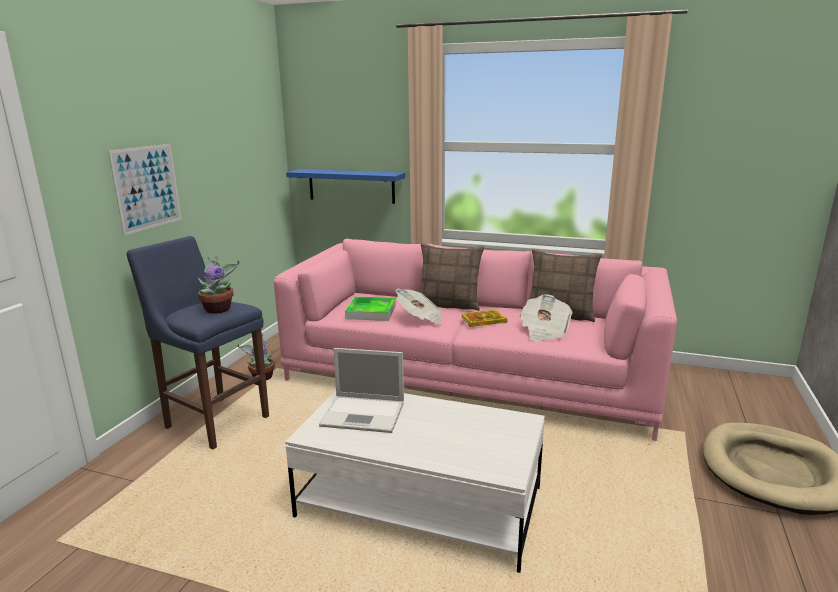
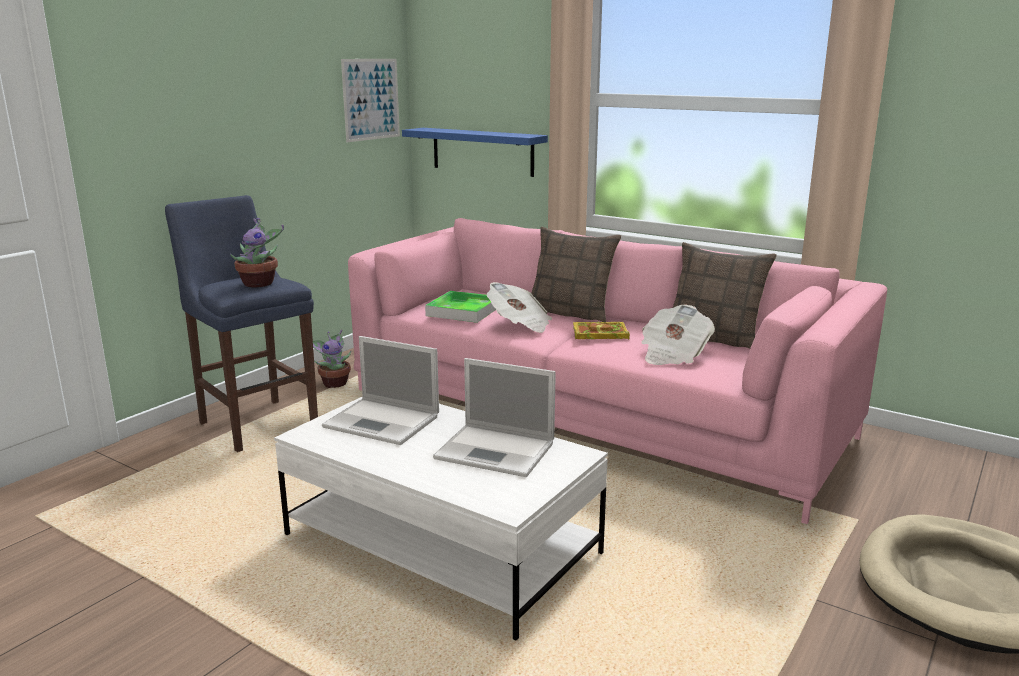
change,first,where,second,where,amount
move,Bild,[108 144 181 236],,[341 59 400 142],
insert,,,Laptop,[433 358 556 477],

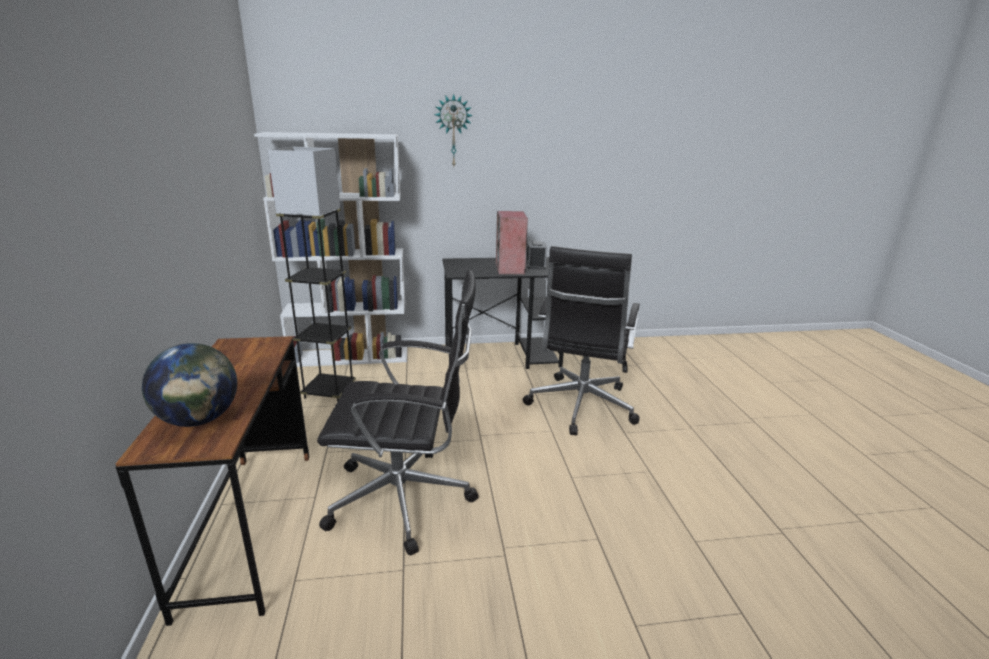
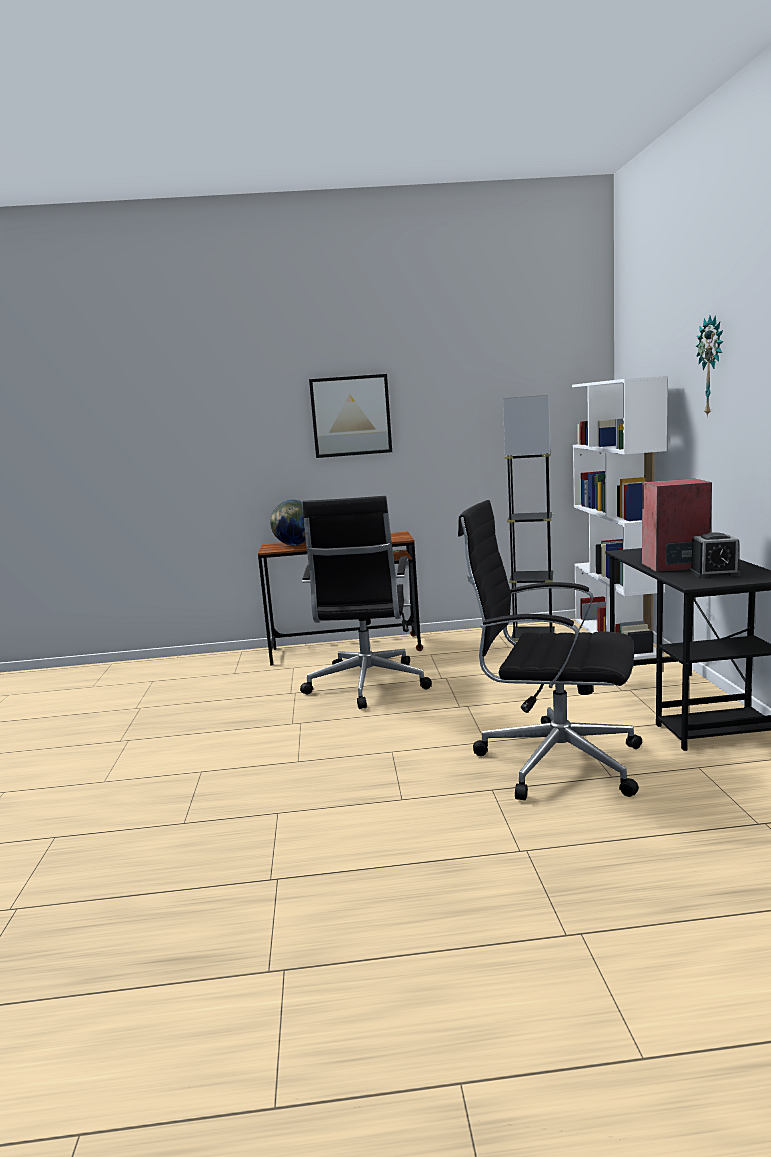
change,first,where,second,where,amount
insert,,,Bild,[309 374 392 458],

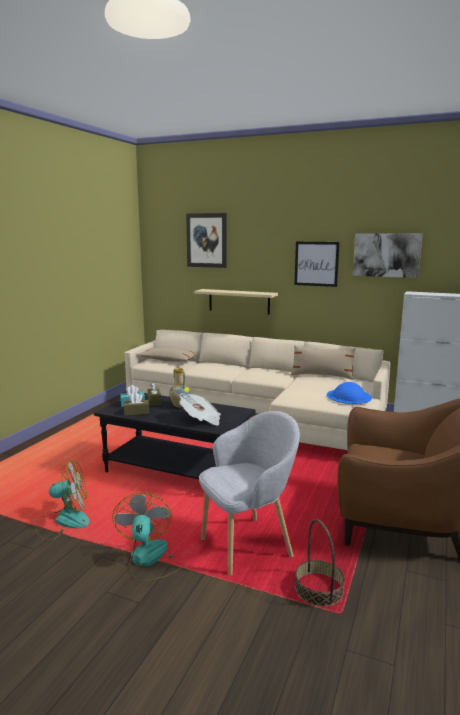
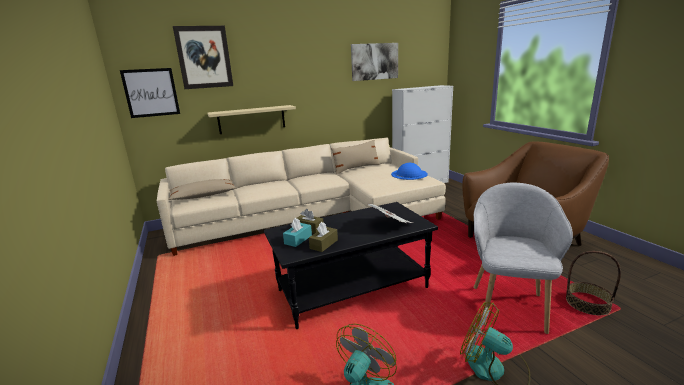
change,first,where,second,where,amount
move,Bild,[294 242 340 287],,[120 68 180 118],
delete,Vase,[169 368 190 407],,,

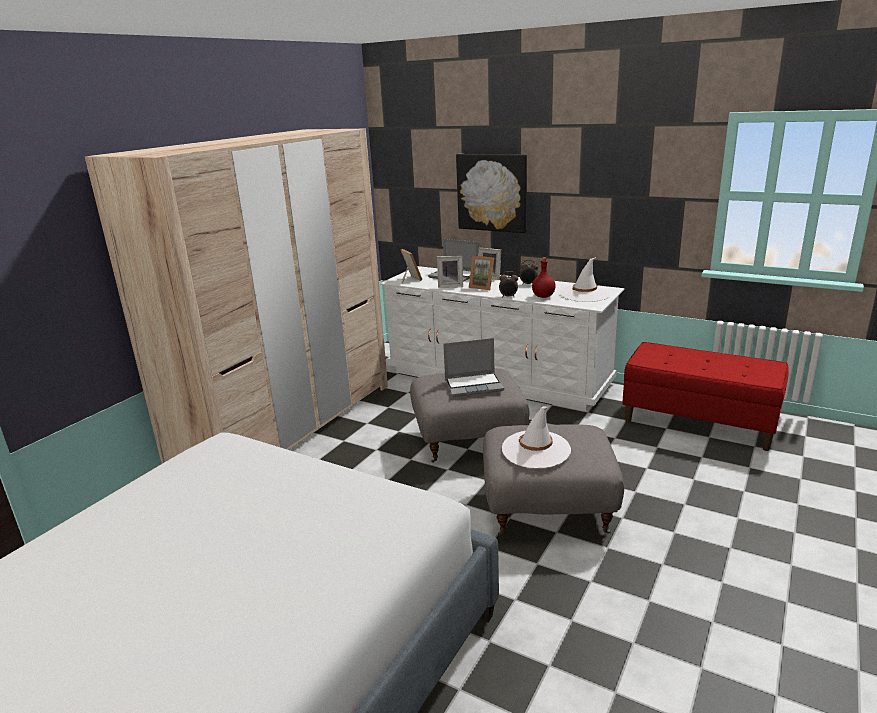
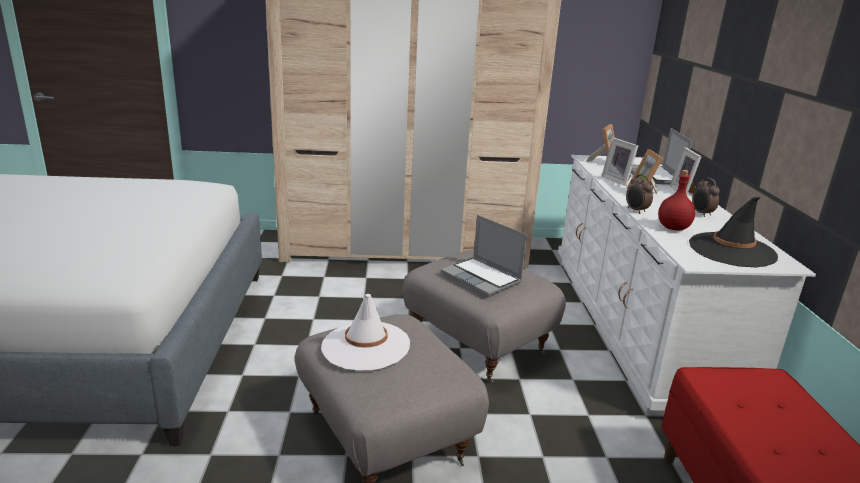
change,first,where,second,where,amount
delete,Bild,[456 154 527 233],,,
recolor,Hut [weiß],[560 257 611 302],Hut [schwarz],[689 197 778 267],

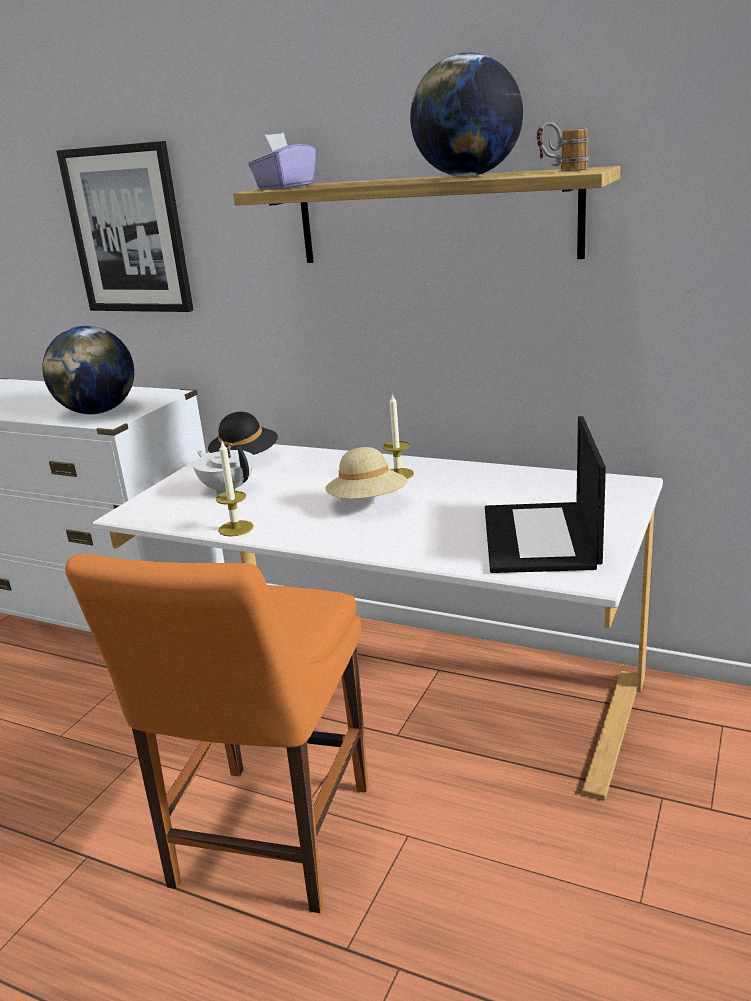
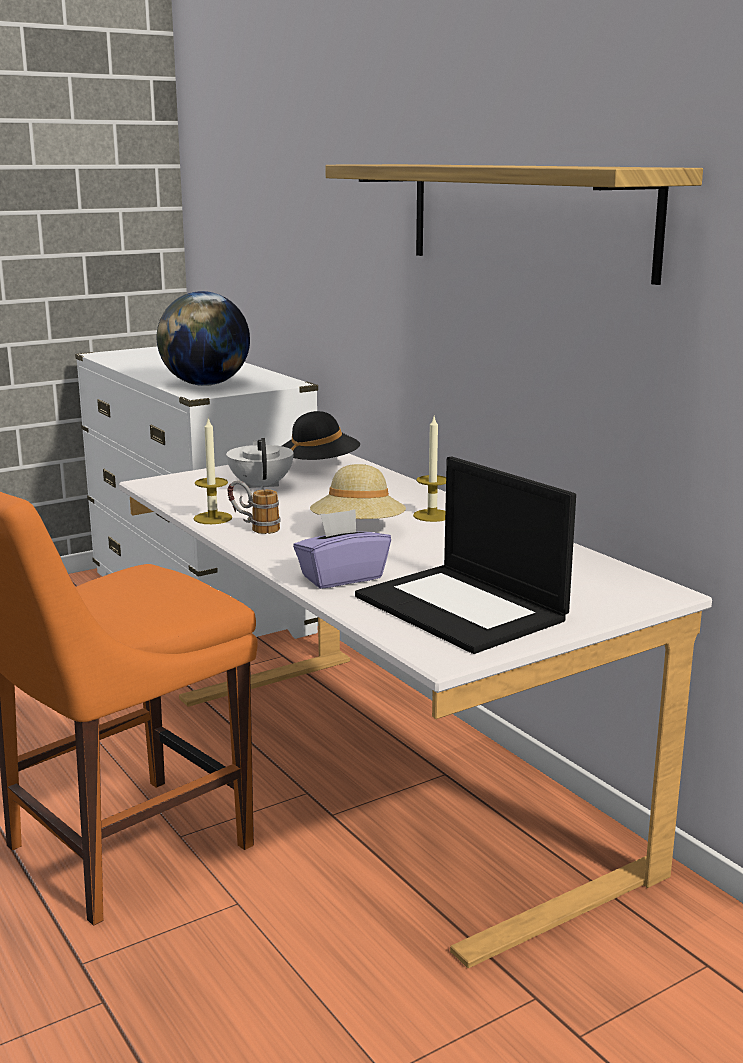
change,first,where,second,where,amount
delete,Globus,[410 53 523 177],,,
move,Henkelbecher,[537 121 589 171],,[227 480 280 534],
move,Taschentuchbox [lila],[248 133 316 189],,[293 509 391 589],
delete,Bild,[56 141 193 312],,,
rotate,Laptop,[485 416 606 573],,[355 456 576 654],75 degrees counterclockwise

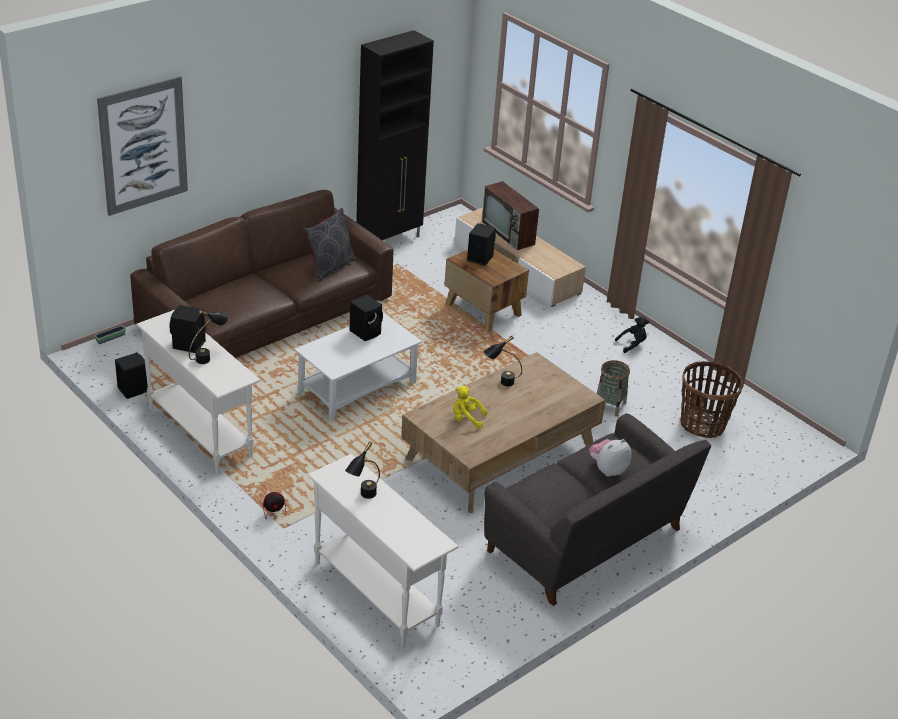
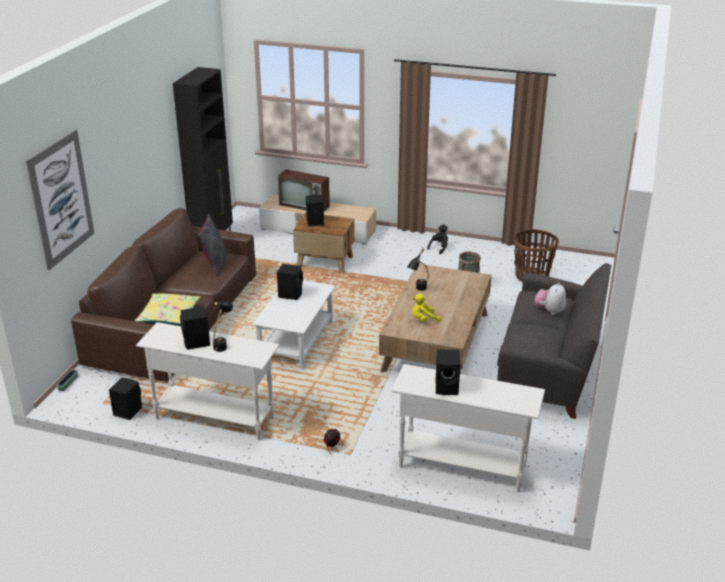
change,first,where,second,where,amount
replace,Tischlampe [schwarz],[345 441 380 499],Lautsprecher [schwarz],[436 349 460 395],
insert,,,Kissen [gelb],[135 293 201 325],

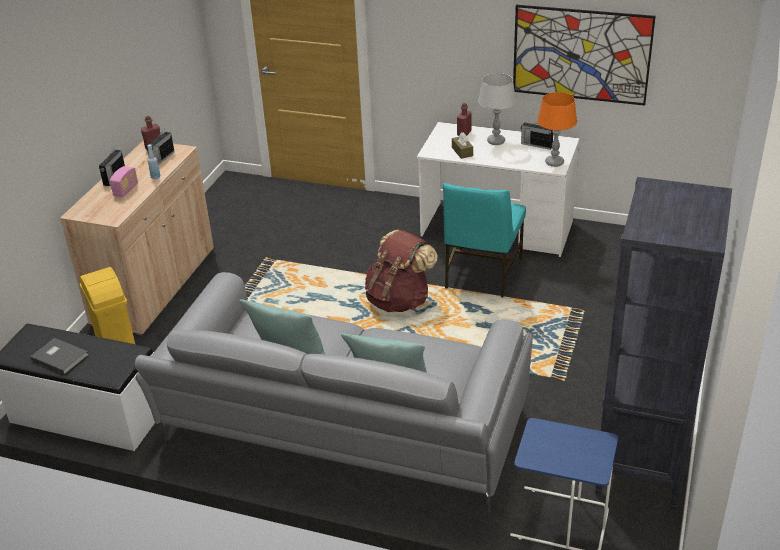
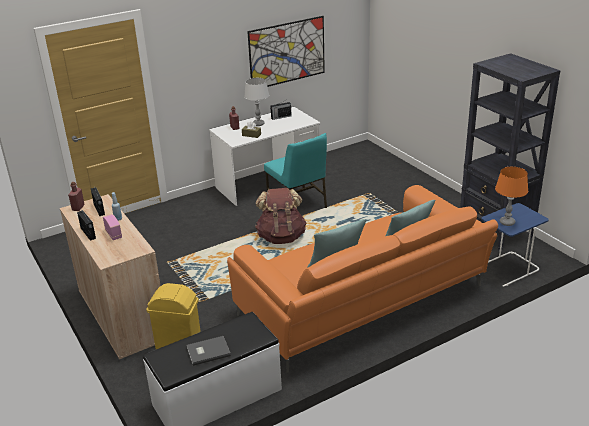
change,first,where,second,where,amount
move,Tischlampe [orange],[537 92 577 167],,[495 167 528 226],
recolor,Sofa [grau],[135 272 533 513],Sofa [orange],[227 185 498 373],

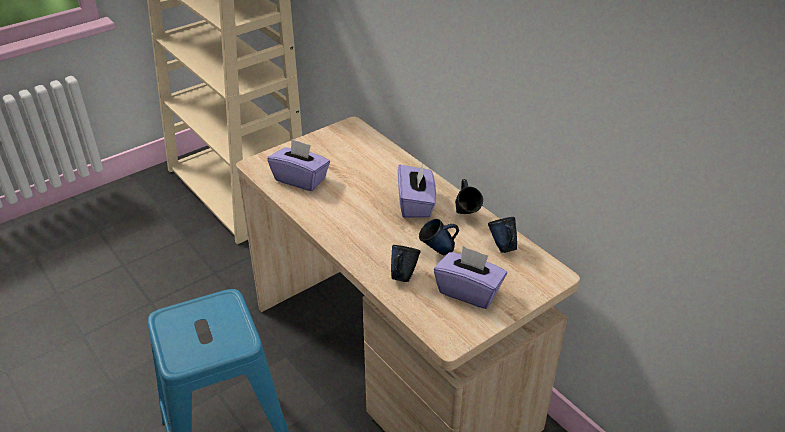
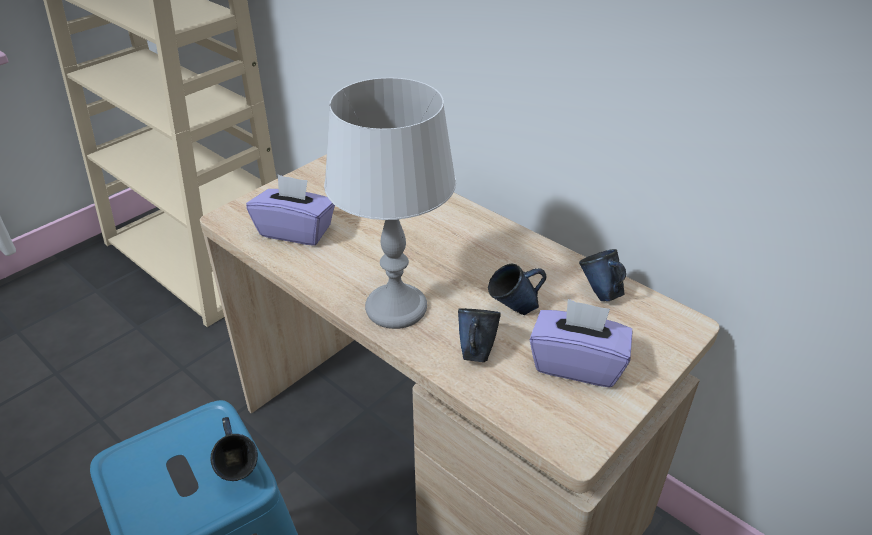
change,first,where,second,where,amount
delete,Taschentuchbox [lila],[398 164 436 218],,,
move,Henkelbecher [blau],[455 179 483 214],,[211 417 258 481],
insert,,,Tischlampe [grau],[324 78 456 329],

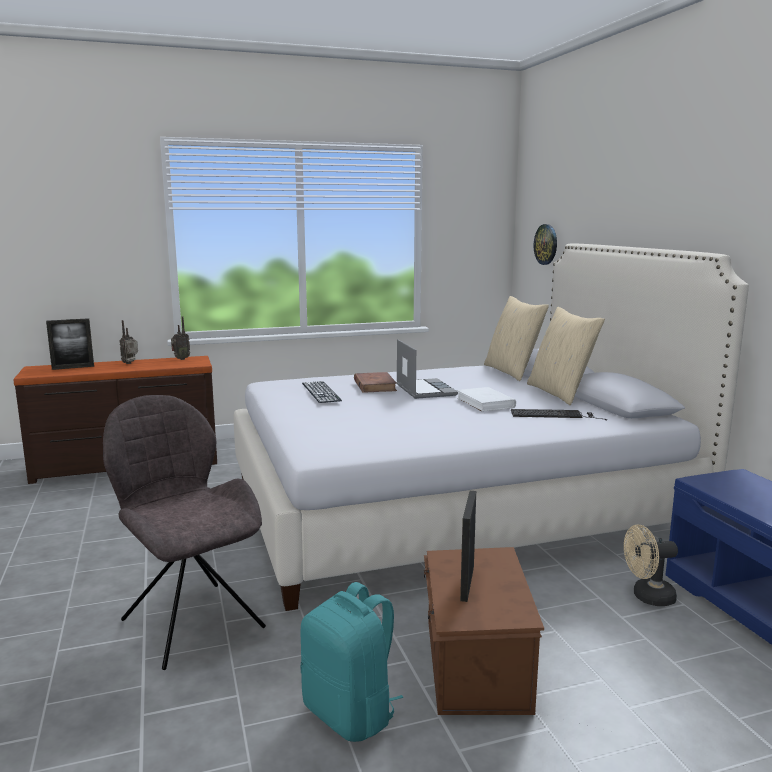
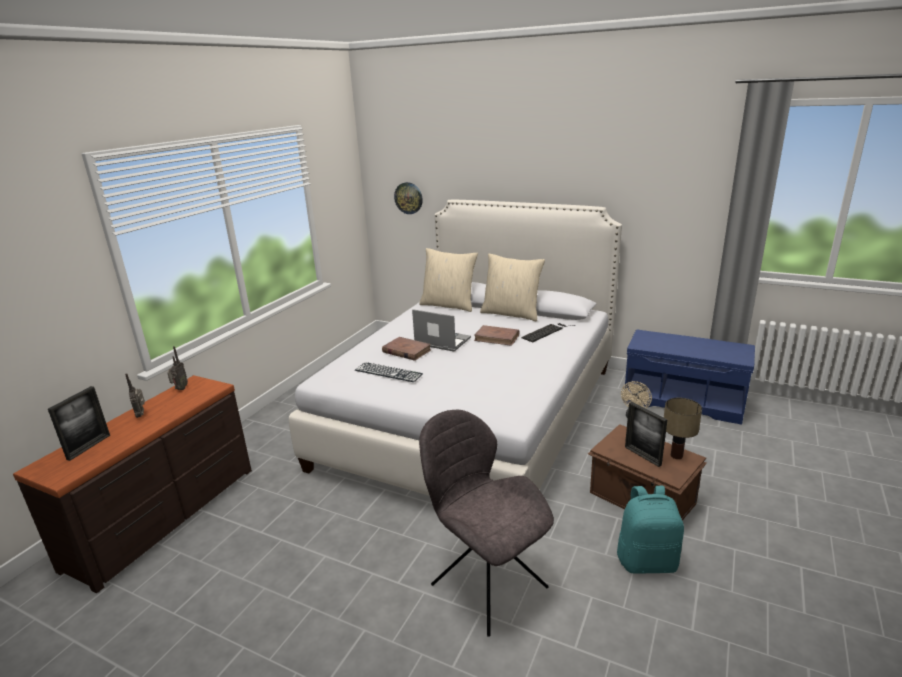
change,first,where,second,where,amount
recolor,Buch [weiß],[457 387 516 411],Buch [braun],[474 325 519 346],
rotate,Stuhl [grau],[103 395 266 670],,[419 410 554 637],45 degrees clockwise
insert,,,Tischlampe,[664 398 702 459],

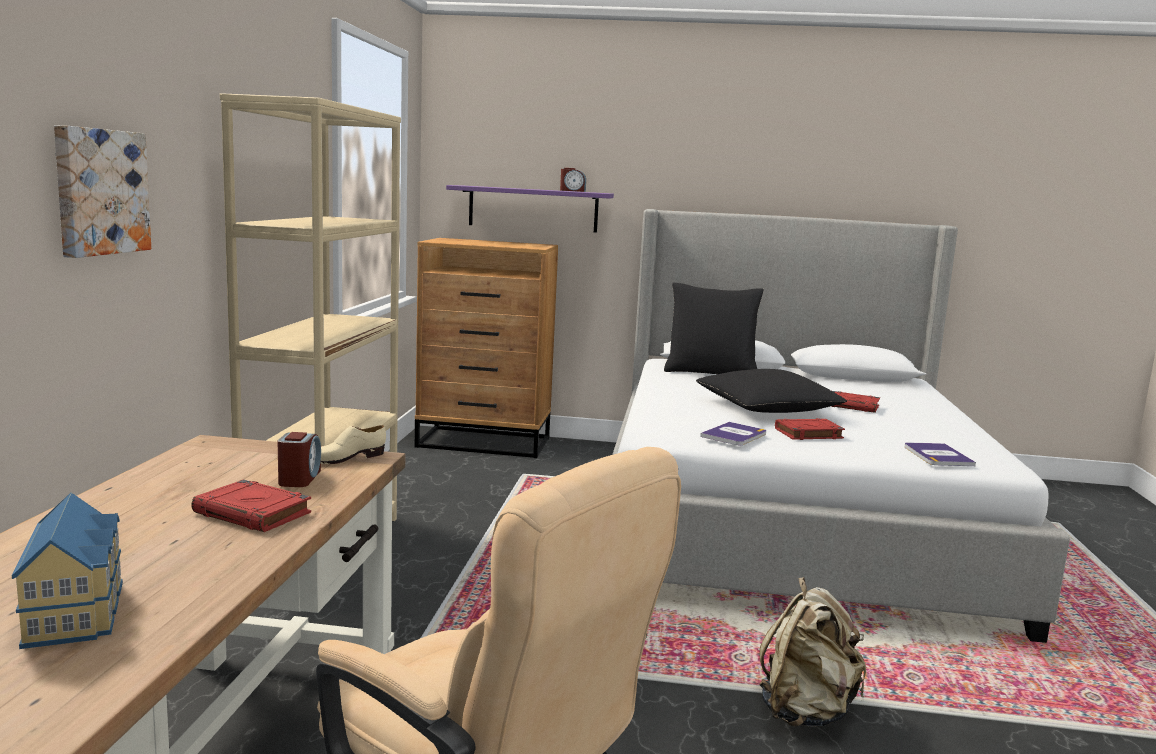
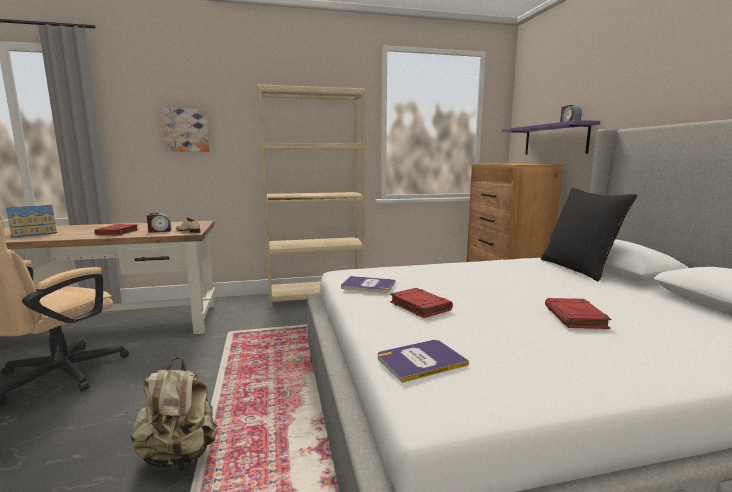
change,first,where,second,where,amount
delete,Kissen [schwarz],[696 369 847 413],,,

